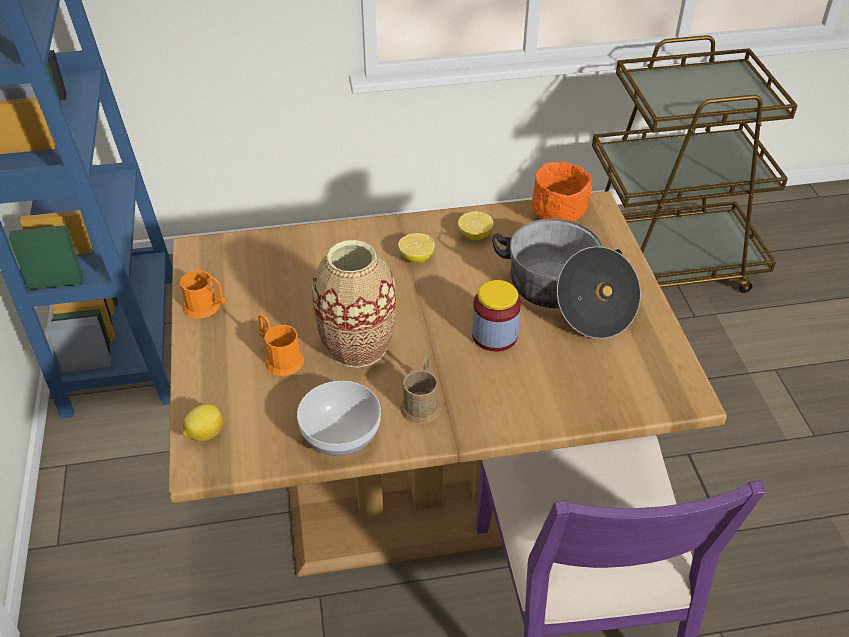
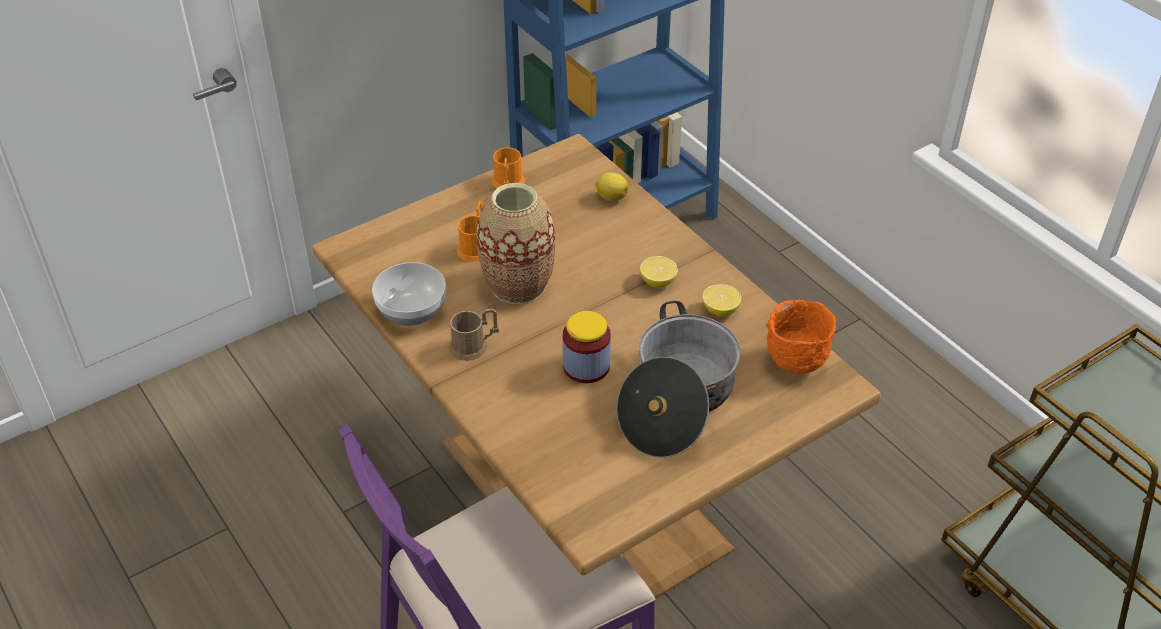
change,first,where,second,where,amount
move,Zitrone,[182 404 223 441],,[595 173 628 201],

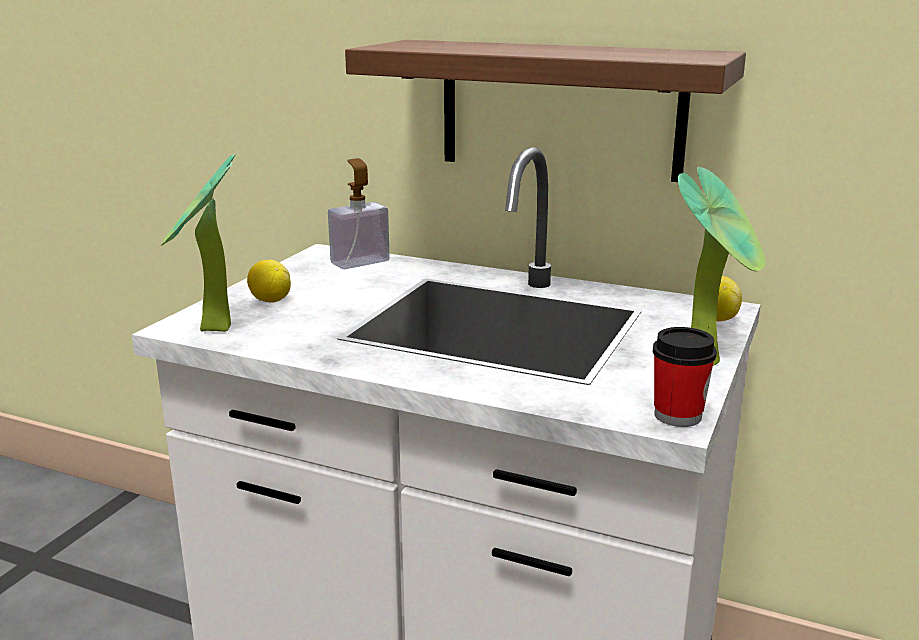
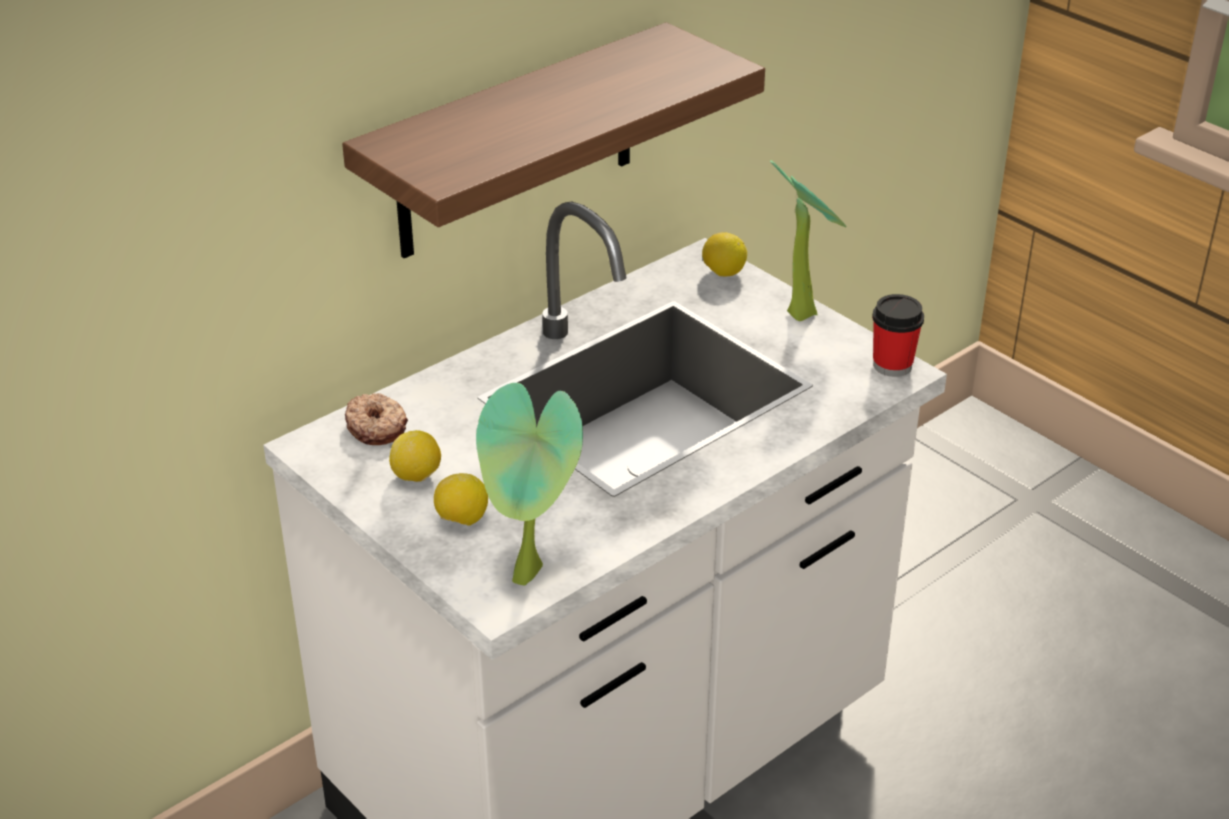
change,first,where,second,where,amount
replace,Seifenspender,[328 158 390 269],Donut,[345 393 408 445],
insert,,,Zitrone,[389 430 441 482],

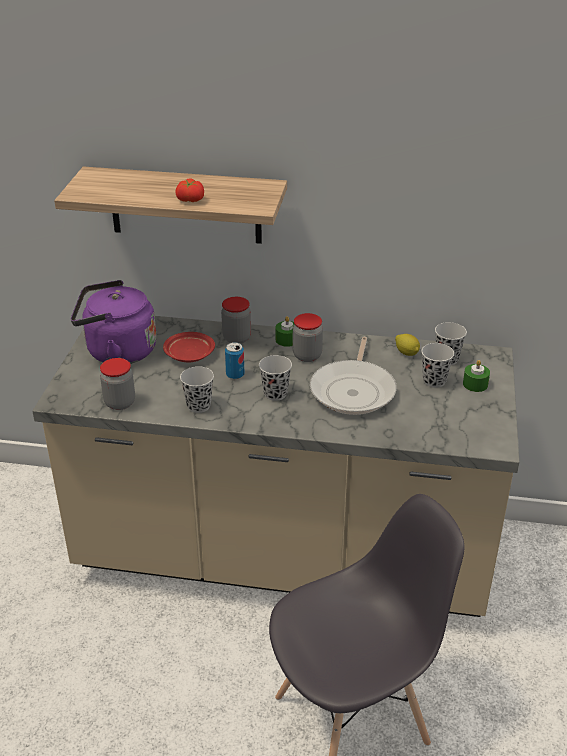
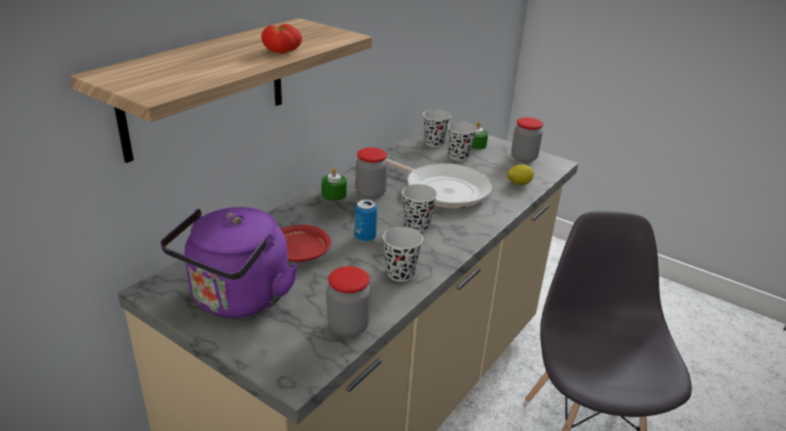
change,first,where,second,where,amount
move,Vorratsglas,[221 297 251 344],,[511 117 543 163],
move,Zitrone,[395 334 420 356],,[507 164 534 185],

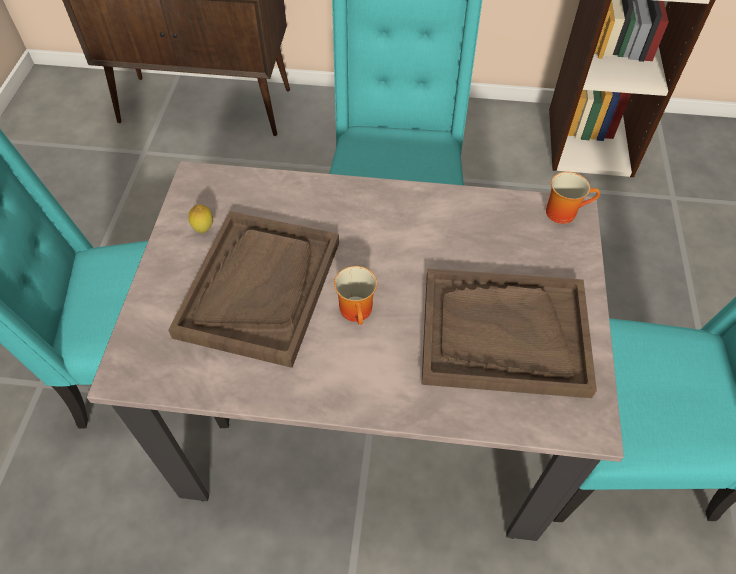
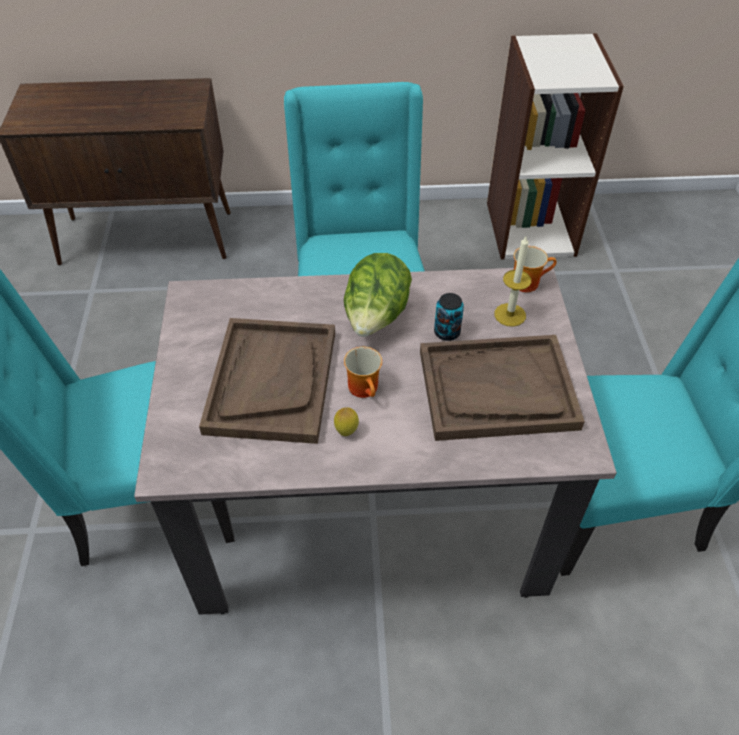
change,first,where,second,where,amount
move,Zitrone,[188 204 213 233],,[334 408 359 436],
insert,,,Kerze,[494 236 531 327],
insert,,,Salatkopf,[344 253 412 337],
insert,,,Dose,[434 293 464 341],

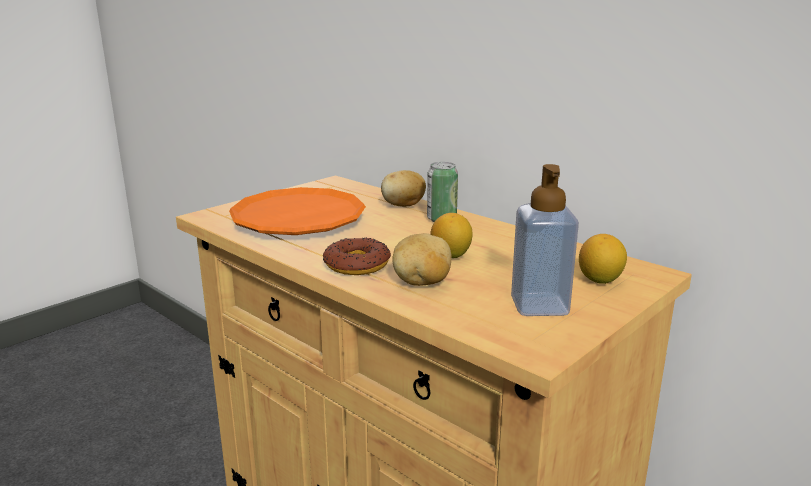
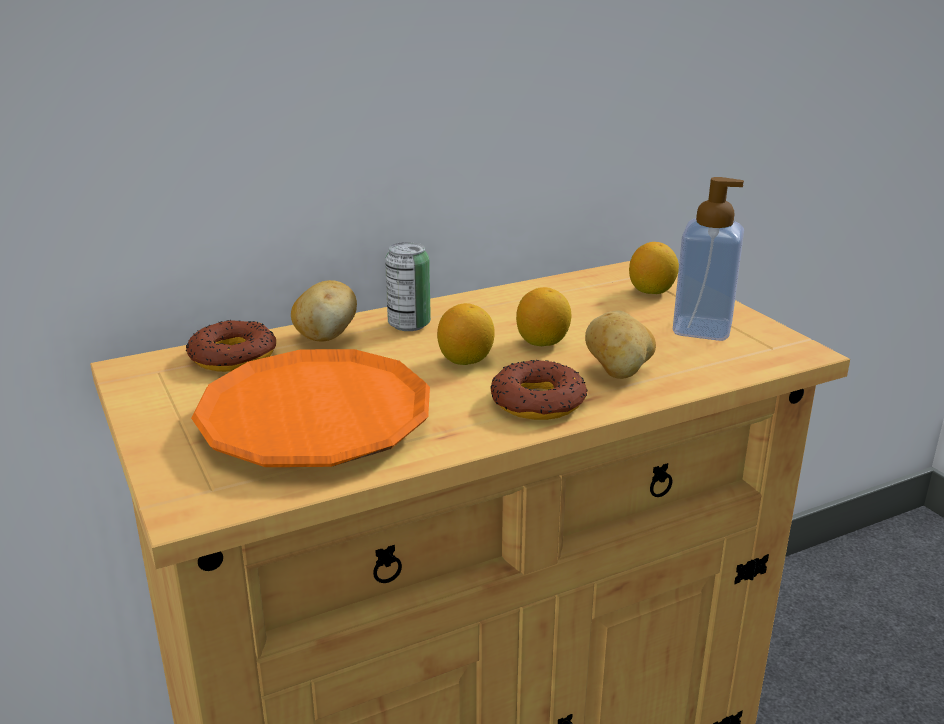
change,first,where,second,where,amount
insert,,,Zitrone,[437 303 495 365],
insert,,,Donut,[186 320 276 372],

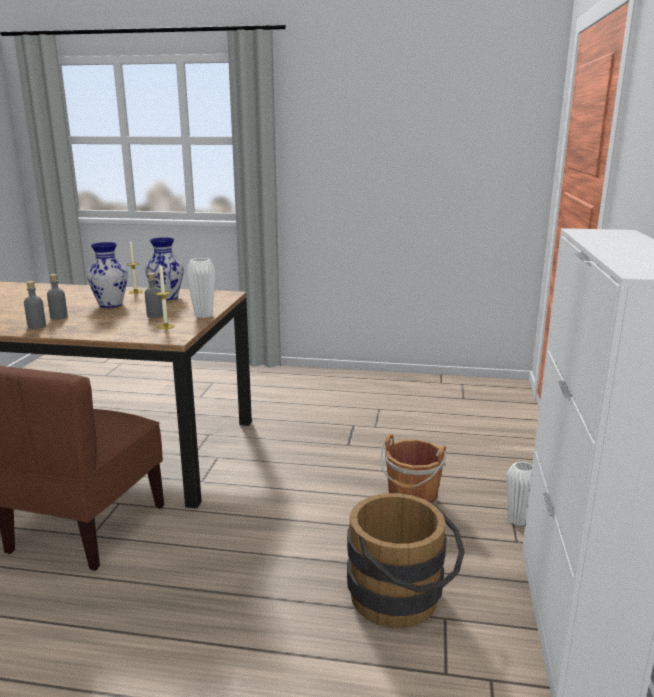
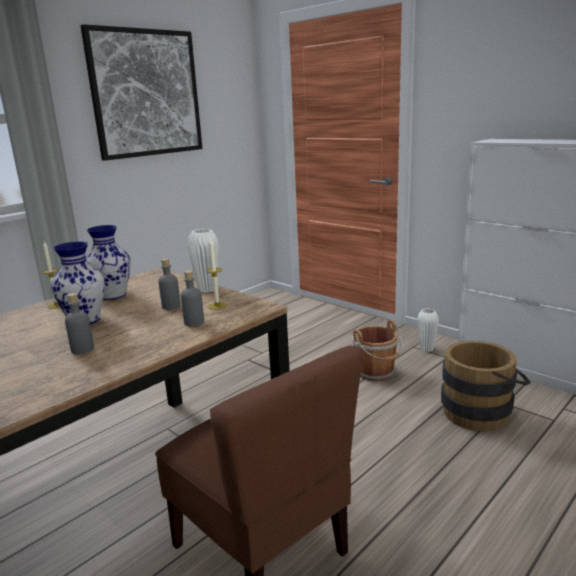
change,first,where,second,where,amount
move,Flasche [grau],[24 281 46 329],,[181 270 204 327],
insert,,,Bild,[80 24 202 161],

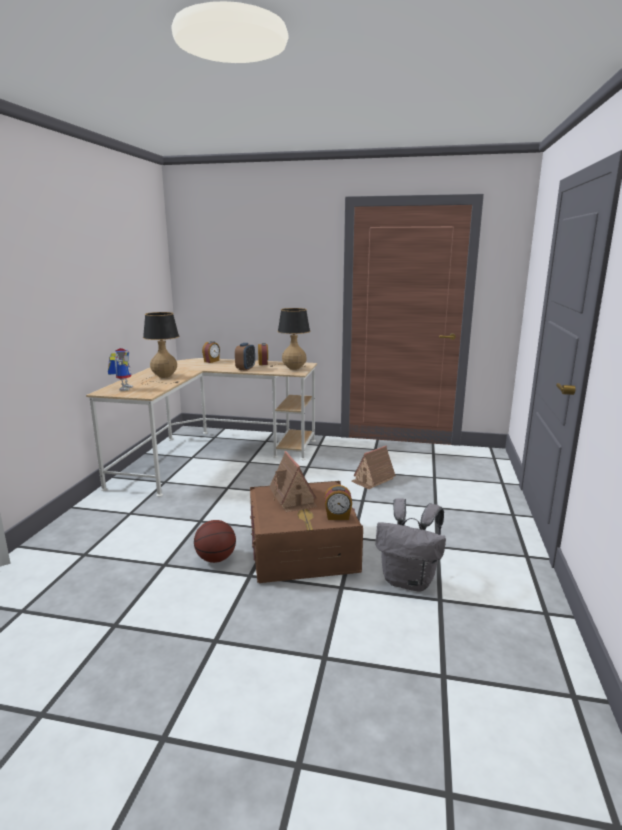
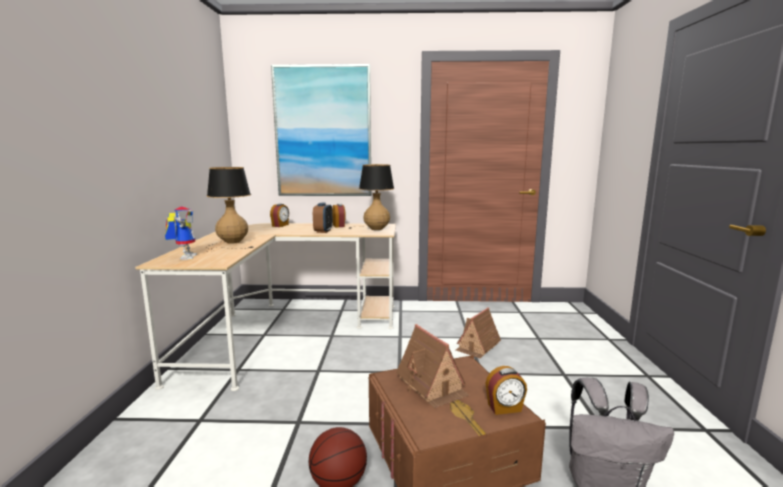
change,first,where,second,where,amount
insert,,,Bild,[271 64 372 196],

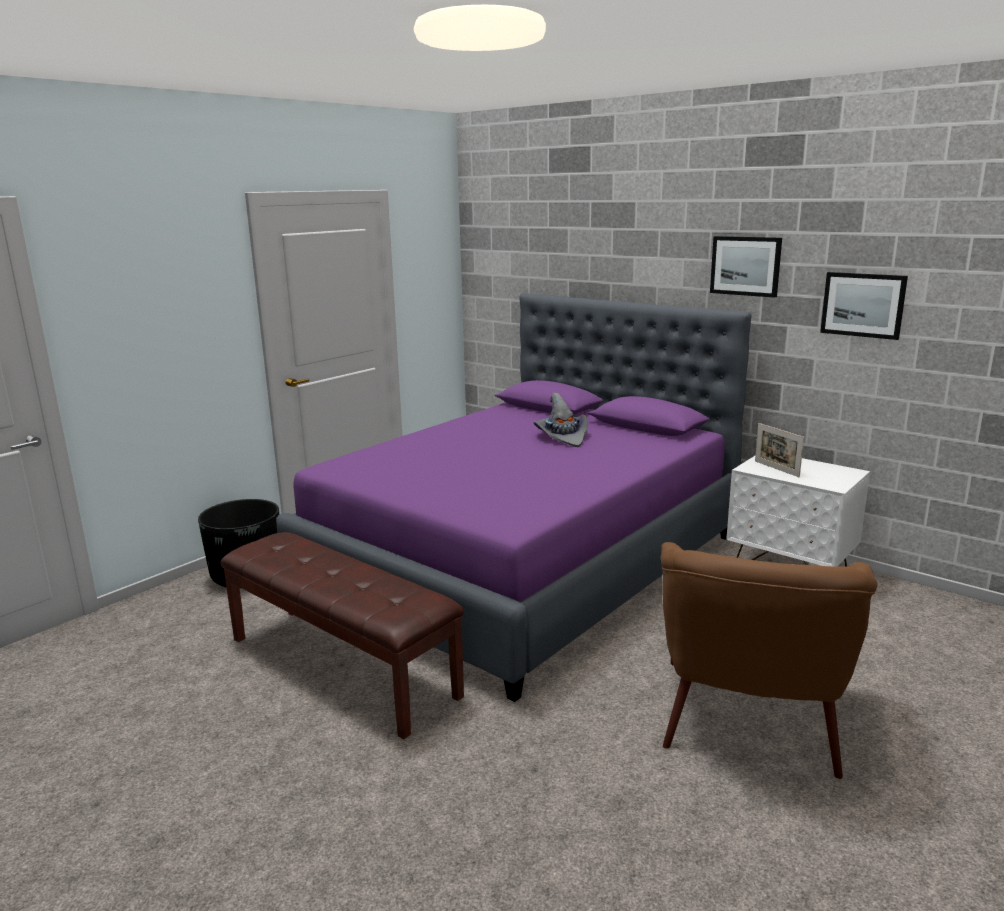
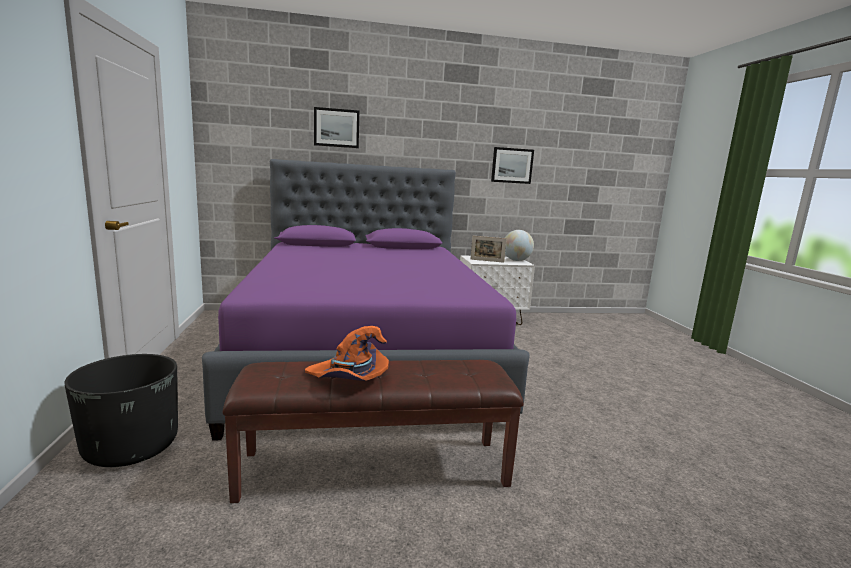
change,first,where,second,where,amount
move,Bild,[710 236 782 298],,[314 107 359 148],
delete,Hut [grau],[533 393 588 447],,,
delete,Sessel [braun],[661 542 877 779],,,
insert,,,Globus,[505 230 534 261],
insert,,,Hut [orange],[305 326 389 381],

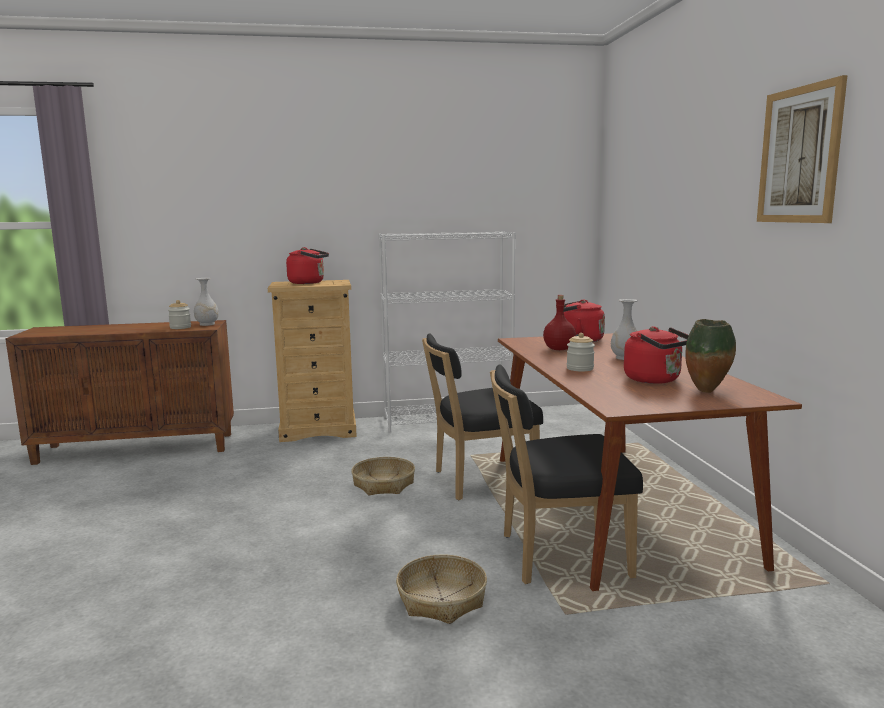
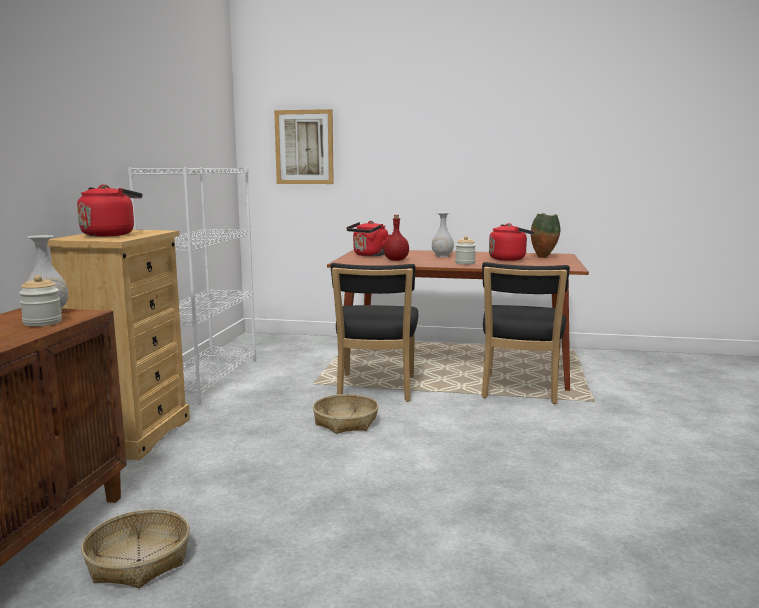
change,first,where,second,where,amount
move,Bild,[757 75 847 223],,[274 109 334 184],
move,Korb,[396 554 487 624],,[81 509 190 588],

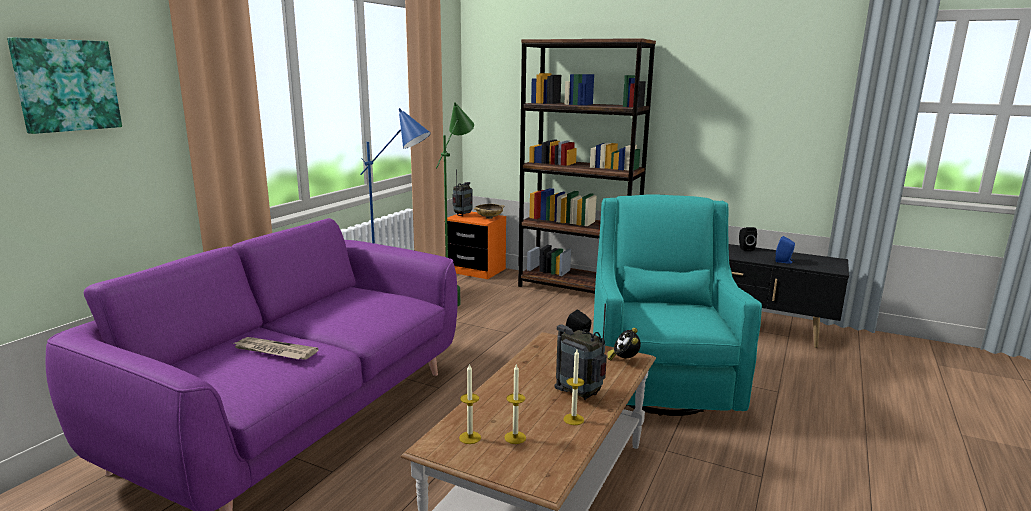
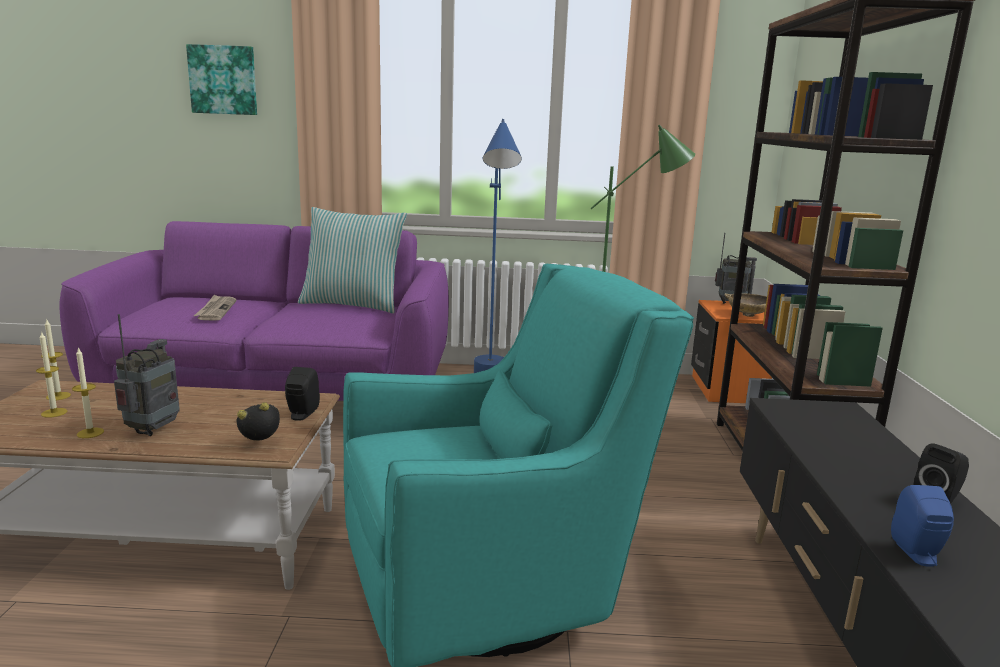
change,first,where,second,where,amount
insert,,,Kissen,[298 207 407 313],

